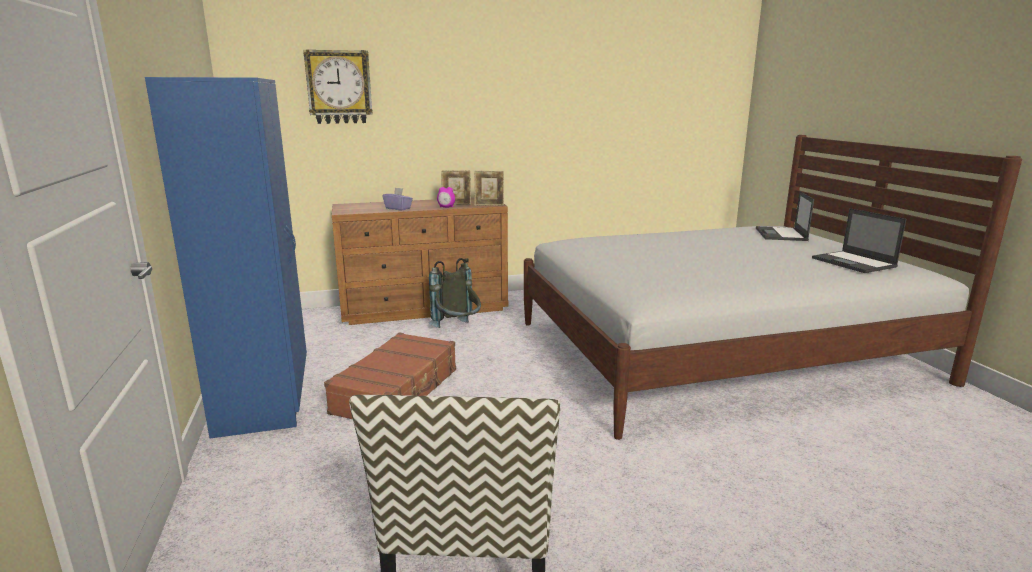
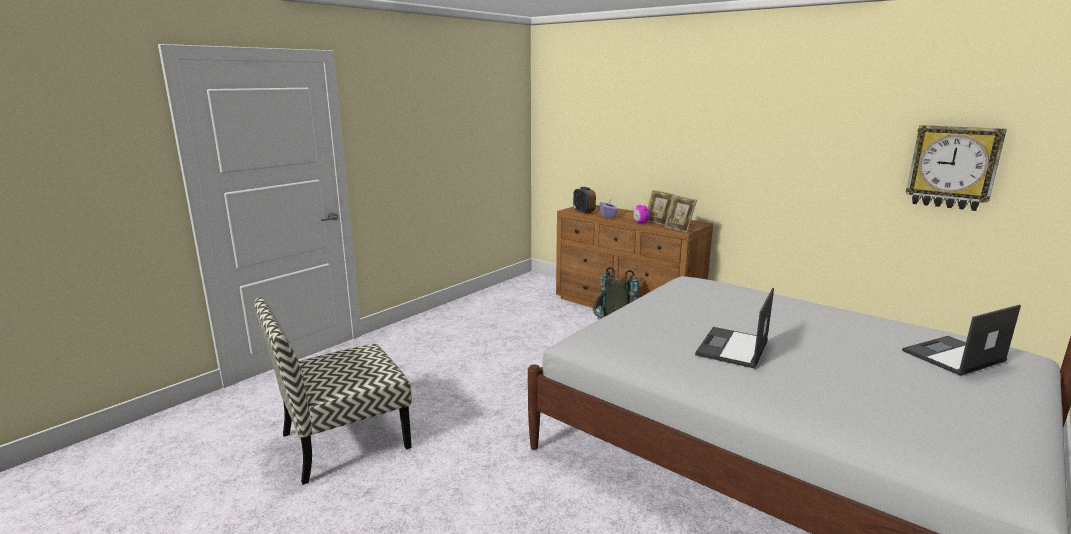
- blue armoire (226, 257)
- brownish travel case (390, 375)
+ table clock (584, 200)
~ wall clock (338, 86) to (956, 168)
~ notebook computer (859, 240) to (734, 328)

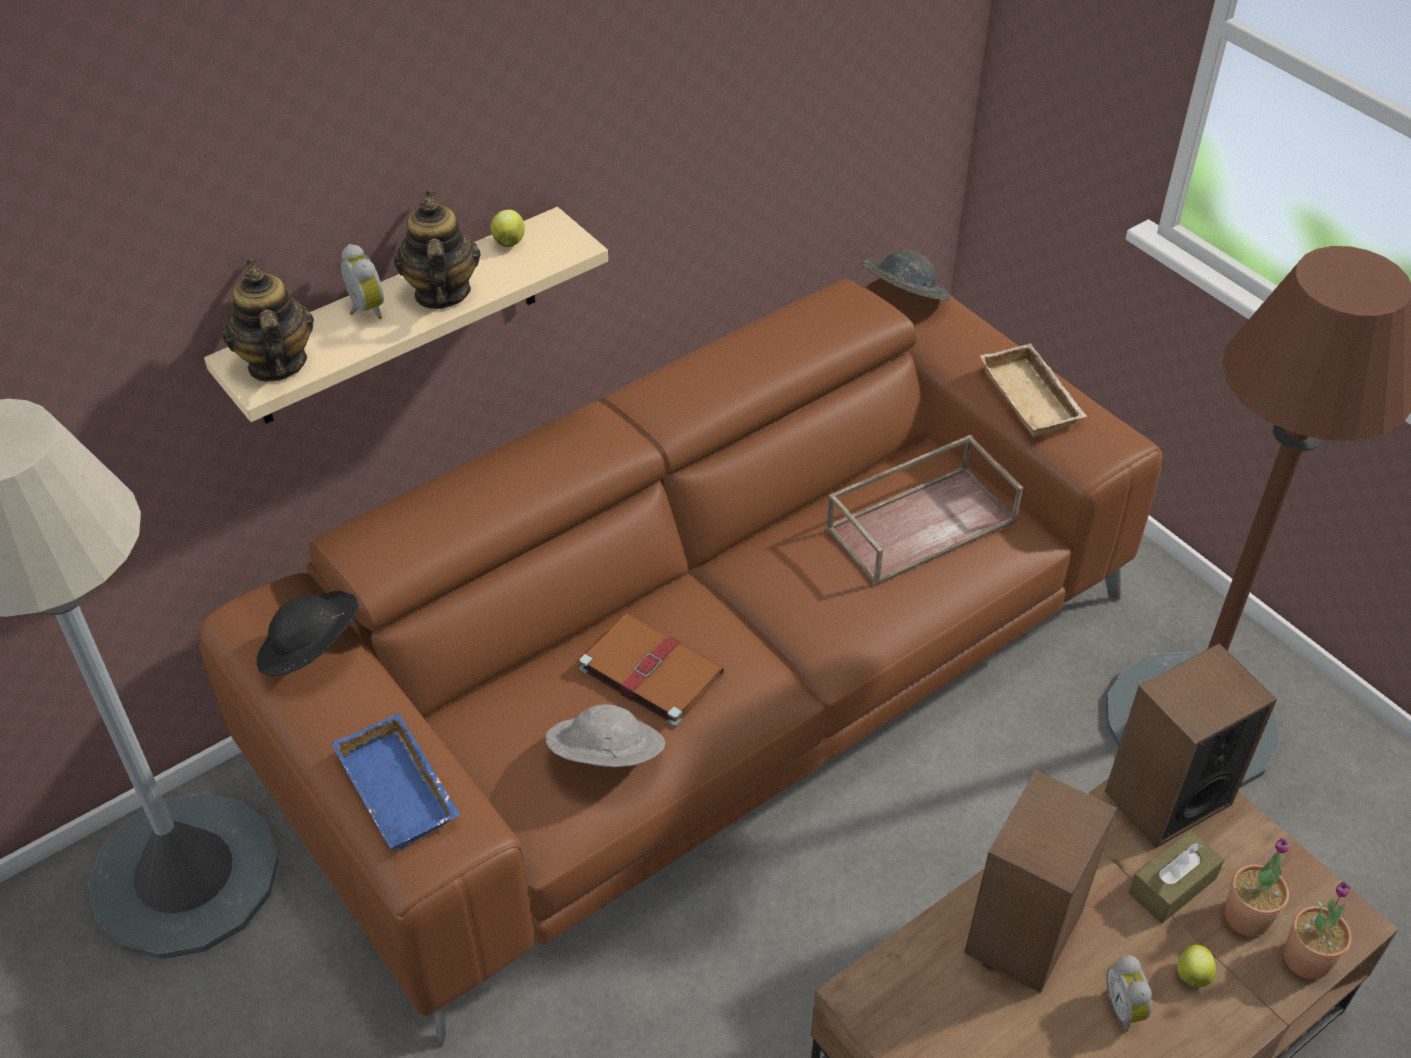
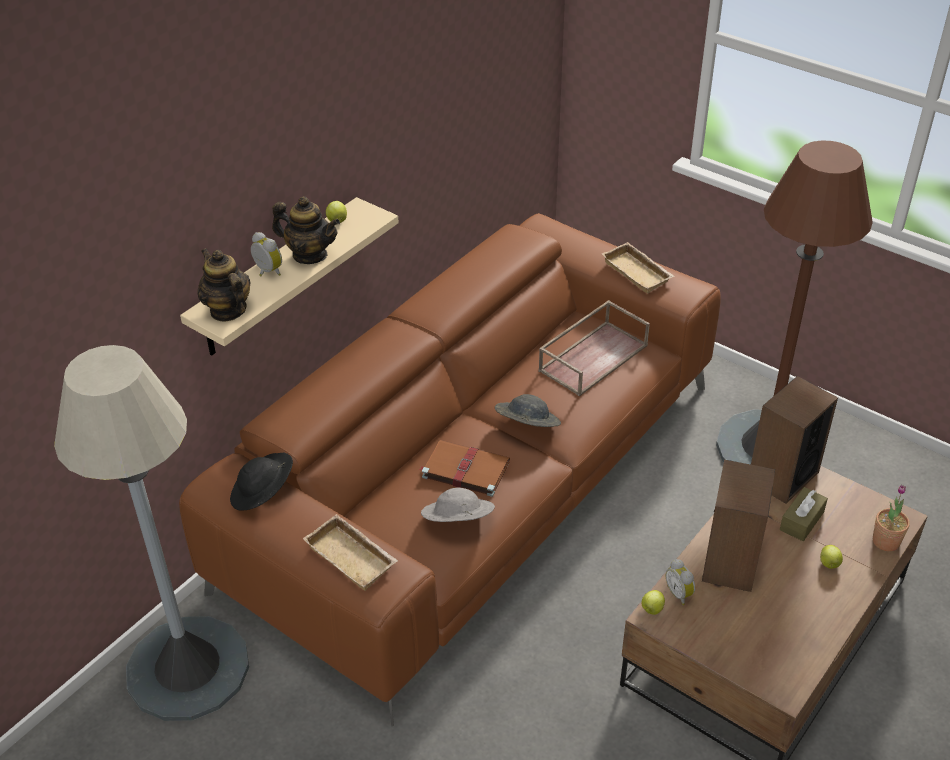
- houseplant (1256, 887)
+ apple (653, 602)
~ gray hat (906, 275) to (528, 410)
~ table clock (1129, 993) to (680, 582)
~ blue tray (395, 782) to beige-coloured tray (350, 552)
~ tea pot (437, 250) = (306, 230) 135 degrees clockwise

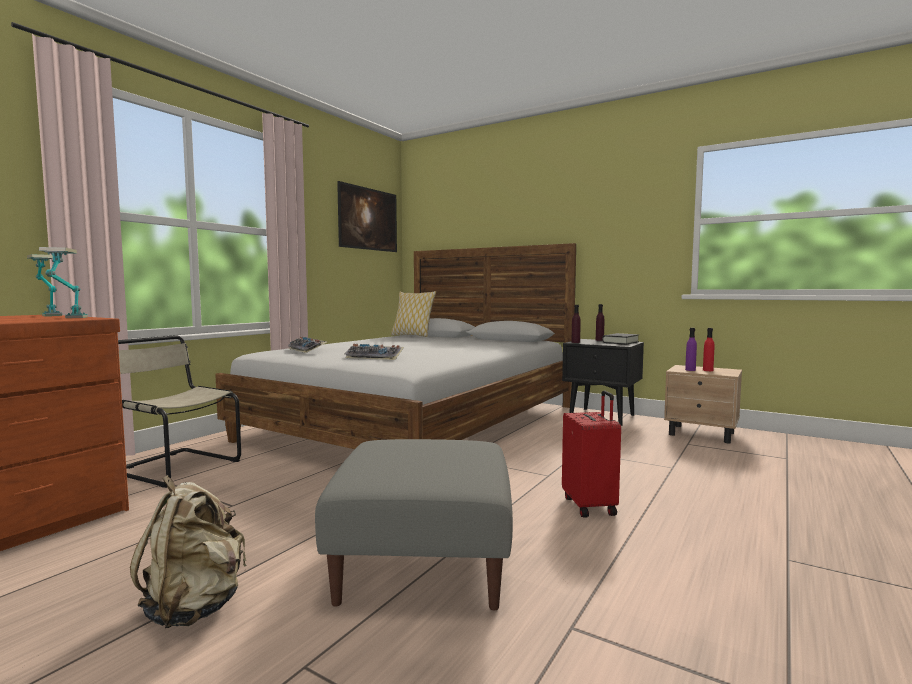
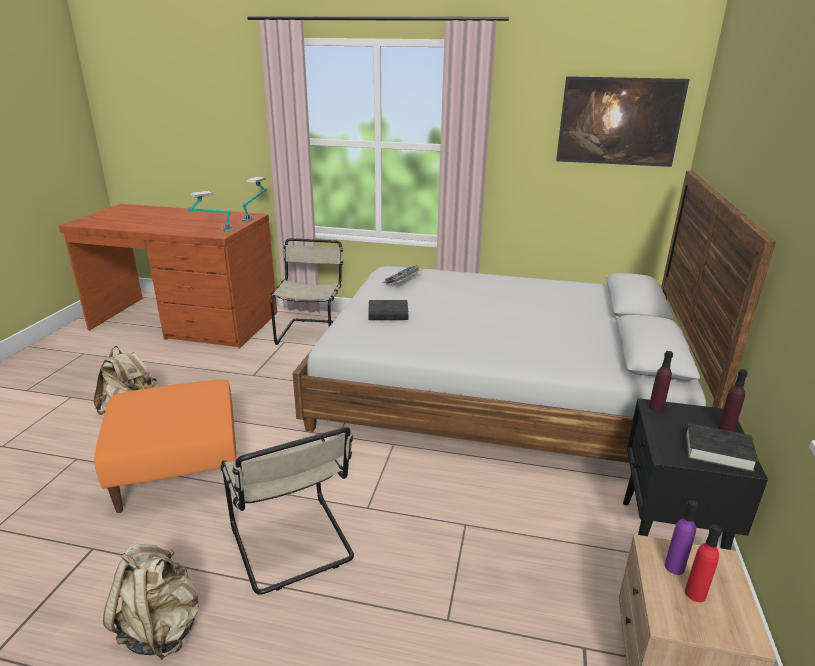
- throw pillow (413, 314)
+ beige-coloured knapsack (151, 602)
~ computer keyboard (374, 352) to black-coloured volume (388, 310)
~ reddish travel case (591, 454) to beige-coloured upright chair (287, 511)
~ gray pouffe (414, 524) to orange pouffe (165, 446)

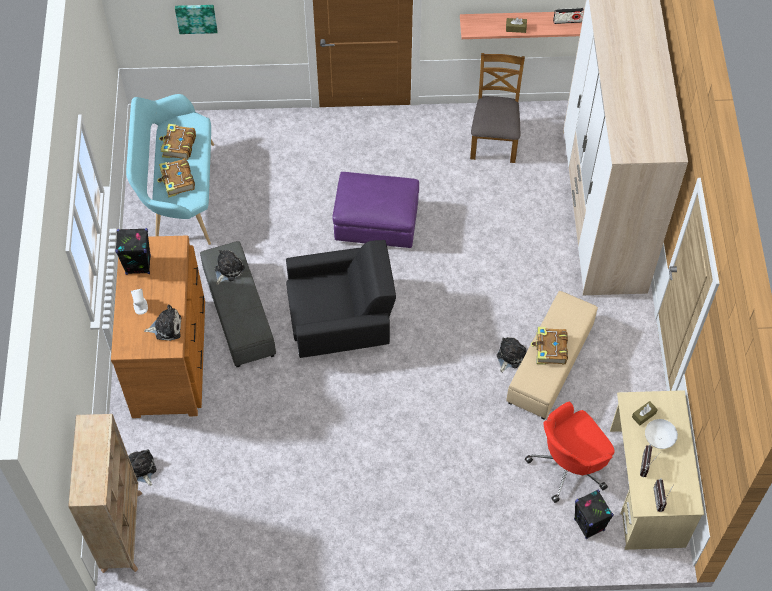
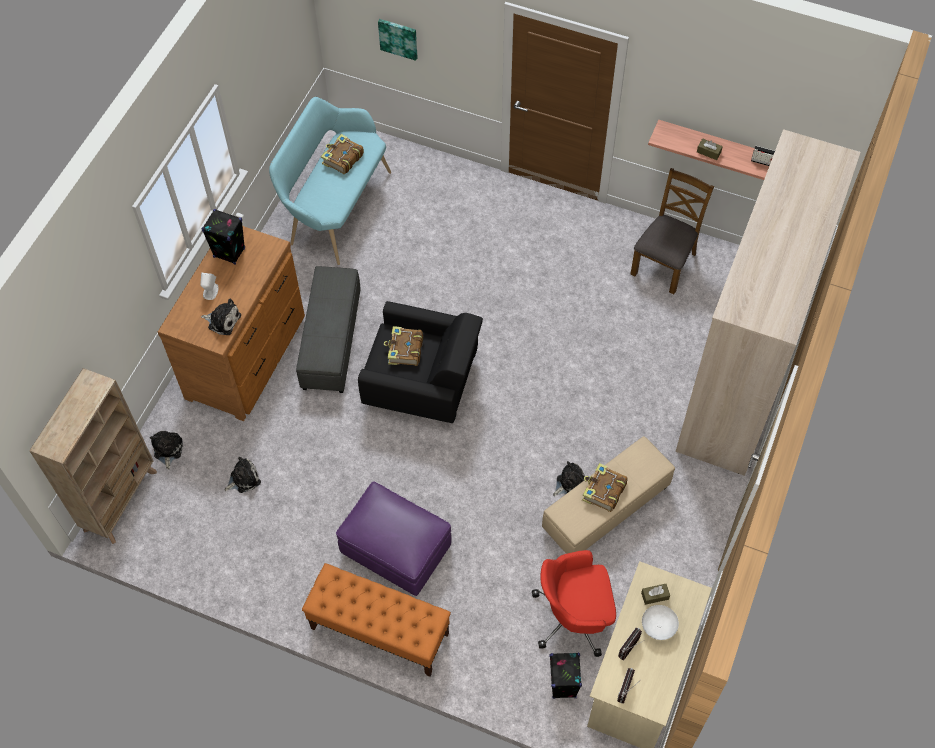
+ orange long seat (376, 620)
~ volume (176, 178) to (403, 346)
~ cuddly toy (230, 267) to (242, 475)
~ purplish pouffe (376, 210) to (394, 538)

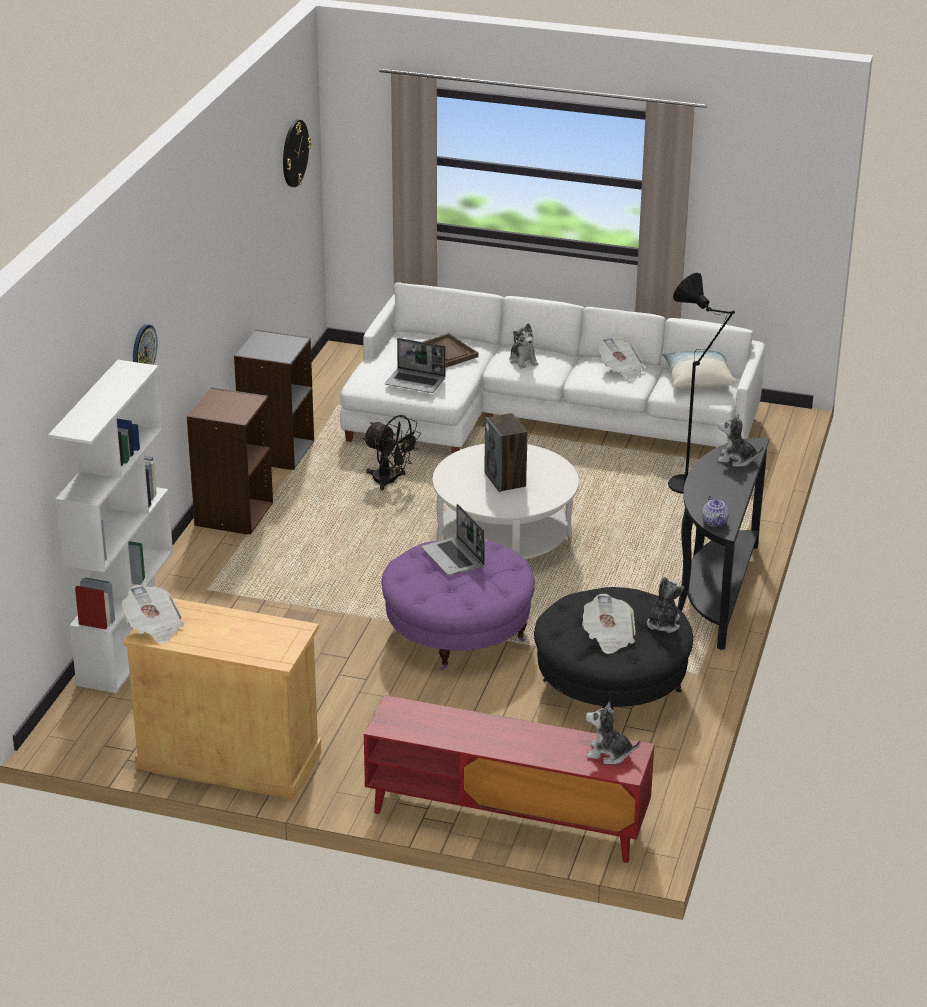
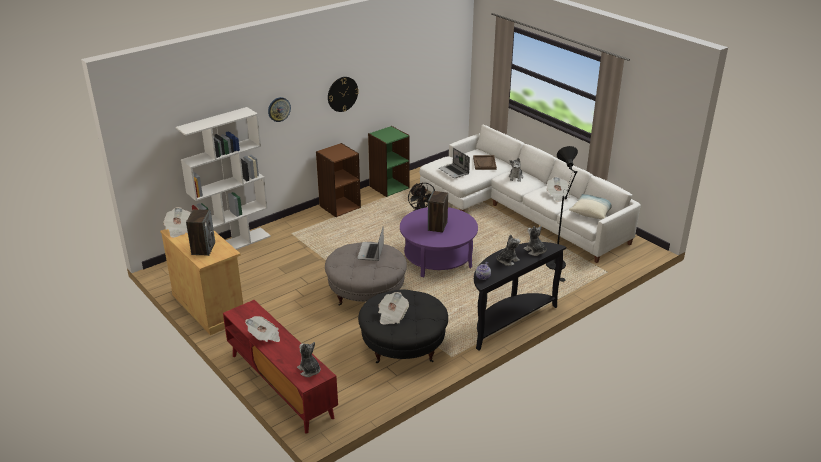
+ audio speaker (200, 232)
+ printed paper (262, 329)
~ wall clock (297, 153) to (343, 94)
~ cuddly toy (665, 605) to (508, 250)
~ gray bookshelf (274, 400) to green-coloured bookshelf (389, 161)
~ purplish pouffe (458, 605) to gray pouffe (366, 274)
~ whitish coffee table (505, 501) to purplish coffee table (439, 242)

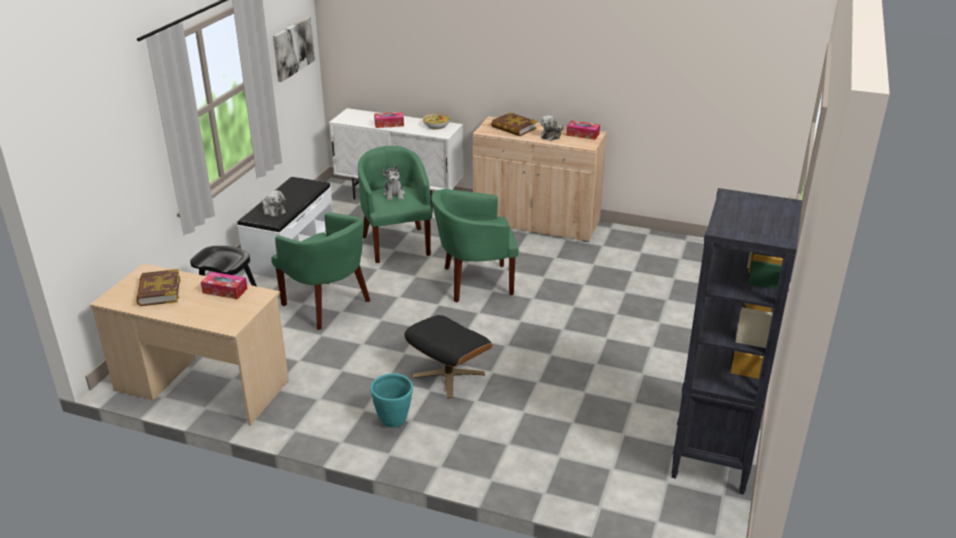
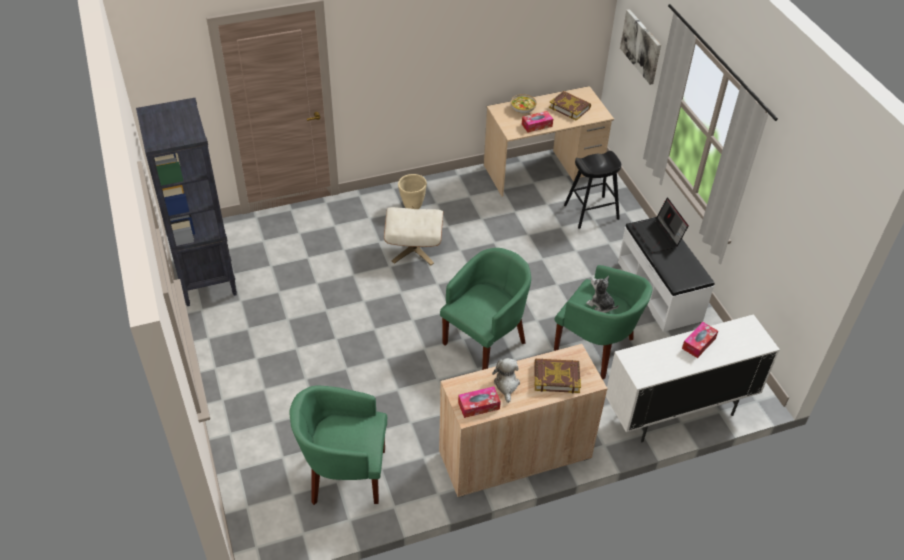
~ green-coloured armchair (320, 271) to (338, 445)
~ wall art (294, 49) to (640, 47)
~ deep dish (436, 121) to (524, 104)
~ cuddly toy (274, 203) to notebook computer (660, 225)
~ blue-green flower pot (391, 400) to beige-coloured flower pot (412, 191)
~ black-coloured pouffe (448, 356) to beige-coloured pouffe (413, 236)

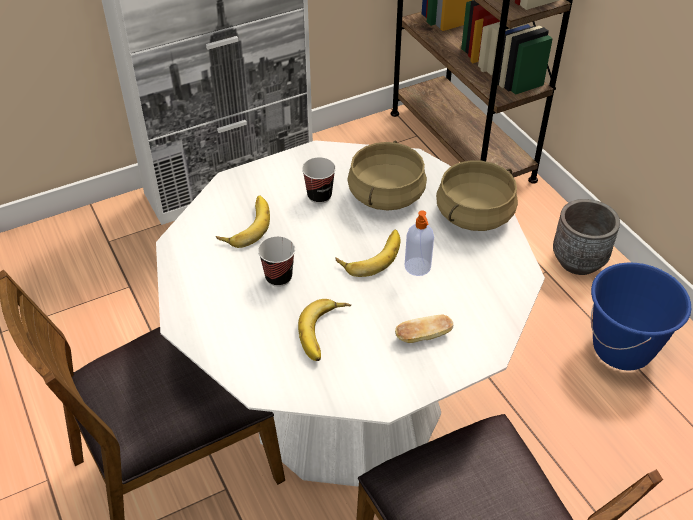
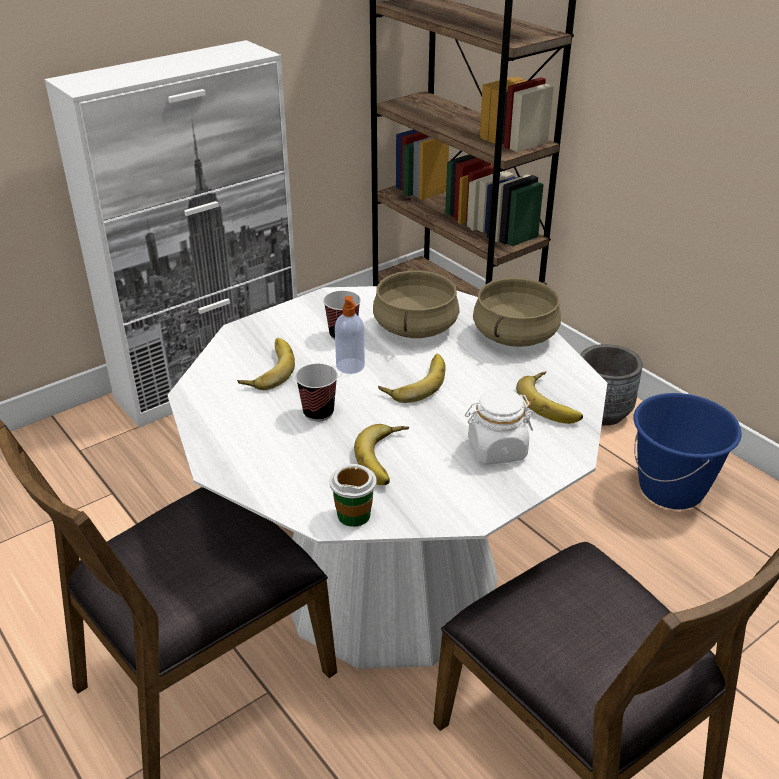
+ cup (353, 495)
+ banana (549, 397)
~ soap dispenser (419, 243) to (350, 335)
~ baked bread (424, 328) to whitish preserve jar (499, 426)

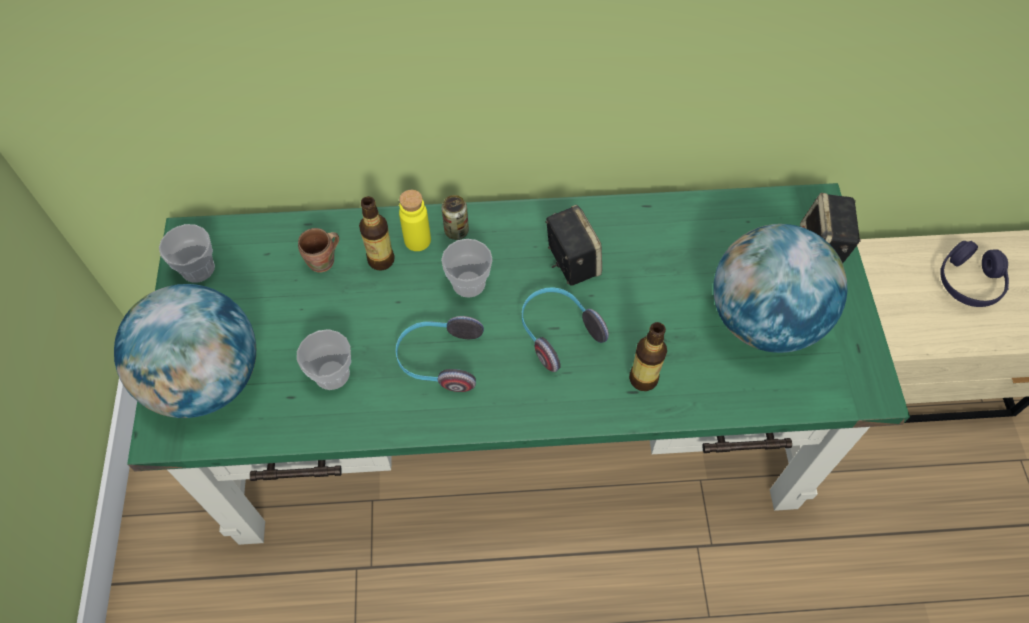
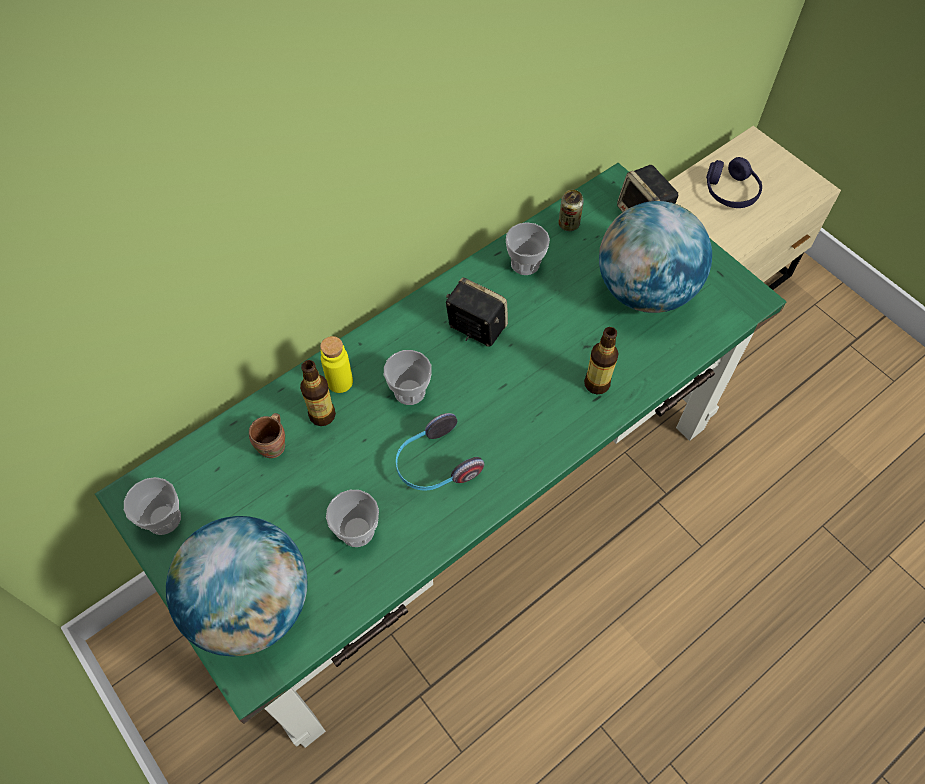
- headphones (565, 330)
+ cup (528, 248)
~ sealed can (455, 217) to (571, 210)

